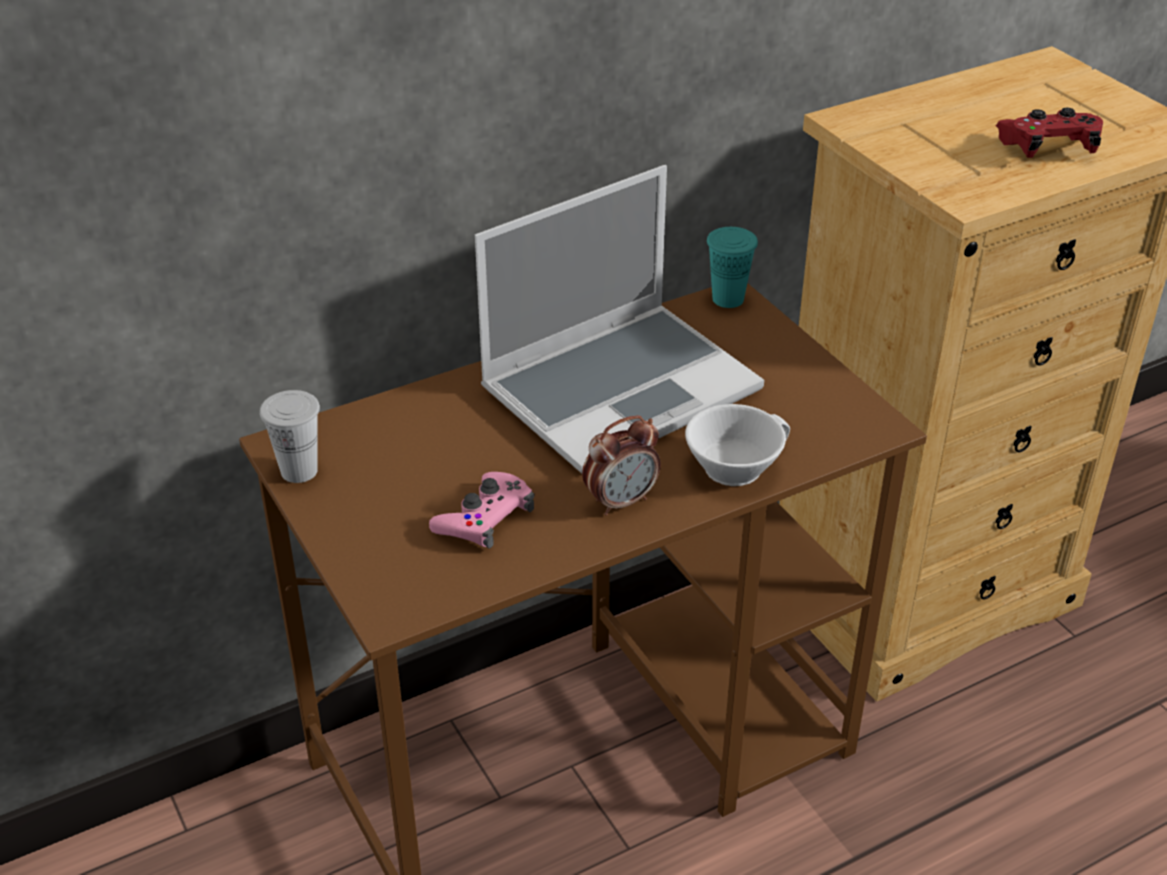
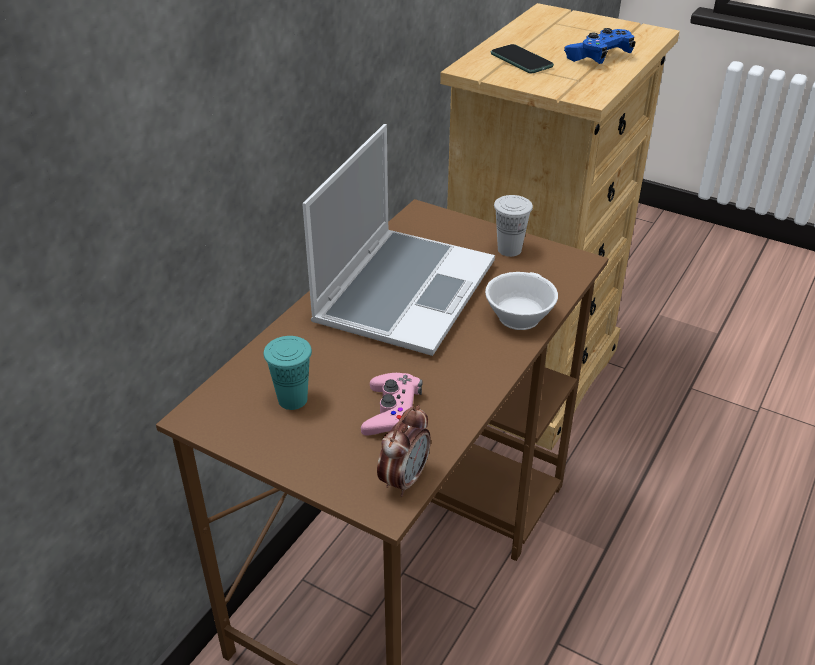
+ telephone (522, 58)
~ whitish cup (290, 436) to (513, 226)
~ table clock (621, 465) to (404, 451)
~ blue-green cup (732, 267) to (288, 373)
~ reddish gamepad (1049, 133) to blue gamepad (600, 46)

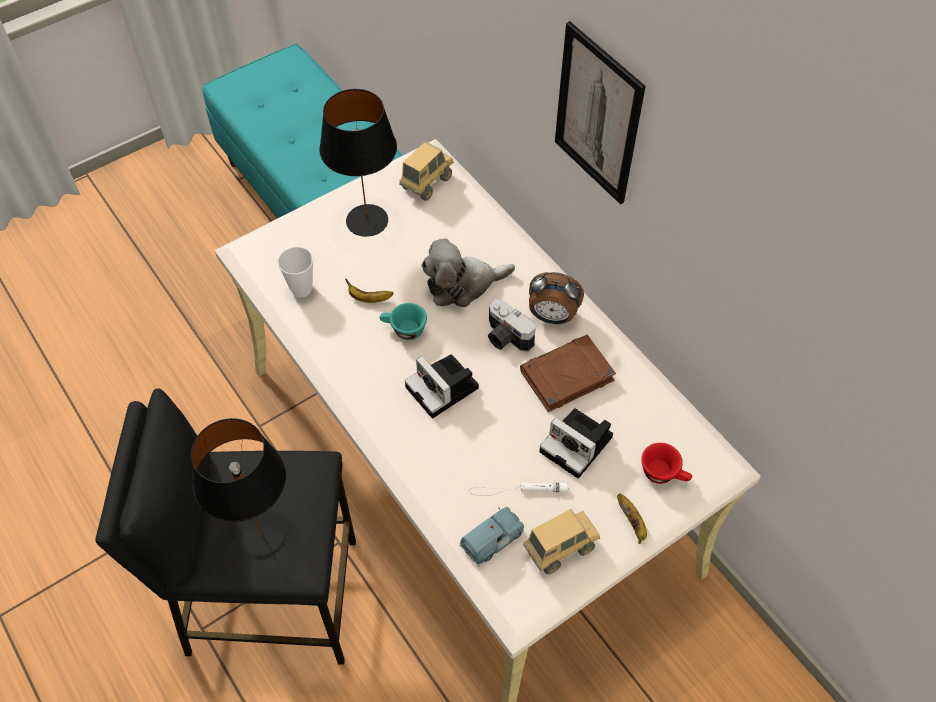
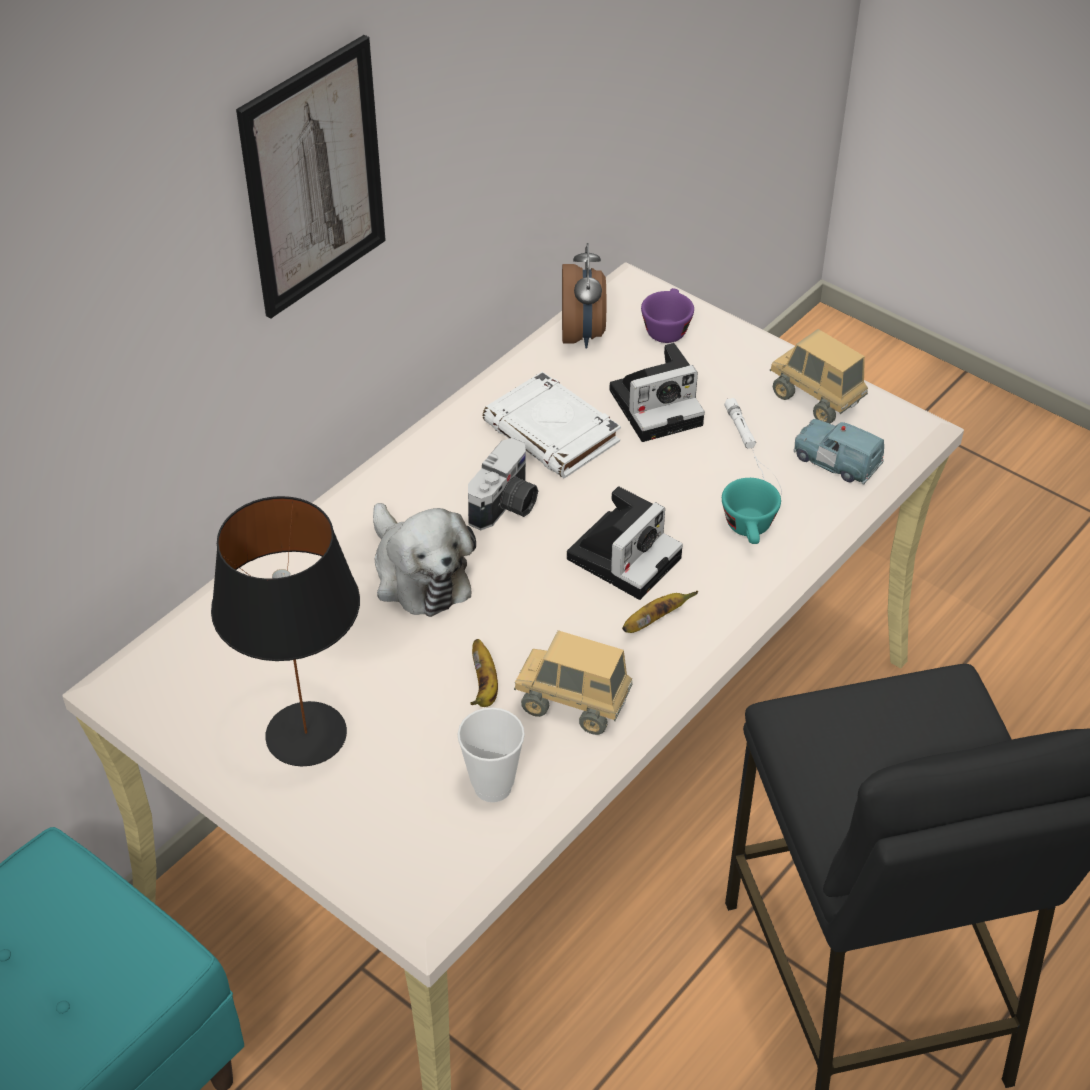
- black-coloured table lamp (238, 487)
~ blue-green cup (403, 321) to (751, 511)
~ toy truck (426, 171) to (573, 682)
~ table clock (556, 298) to (584, 295)
~ banana (632, 518) to (660, 612)
~ brownish volume (568, 373) to whitish volume (552, 425)
~ reddish cup (666, 463) to purplish cup (667, 315)
~ photo camera (576, 443) = (657, 392) 45 degrees clockwise

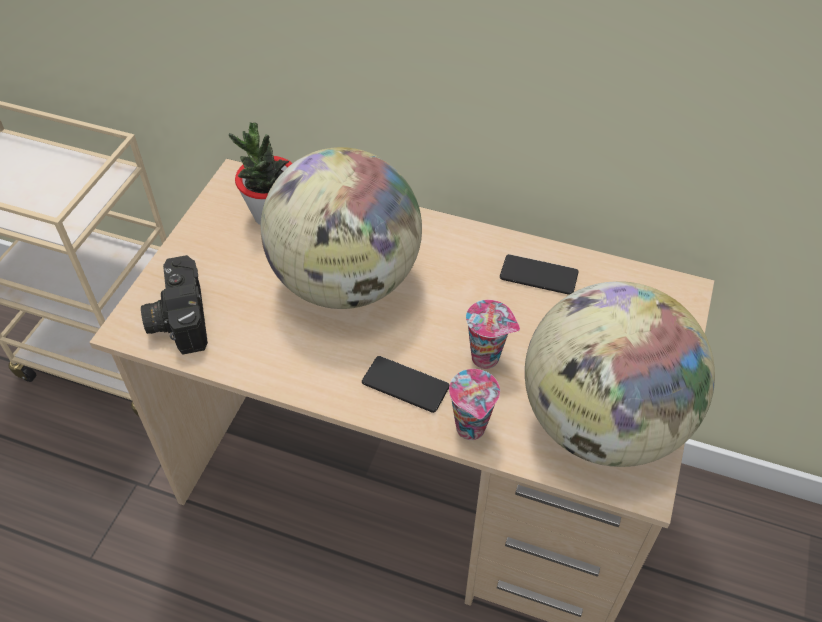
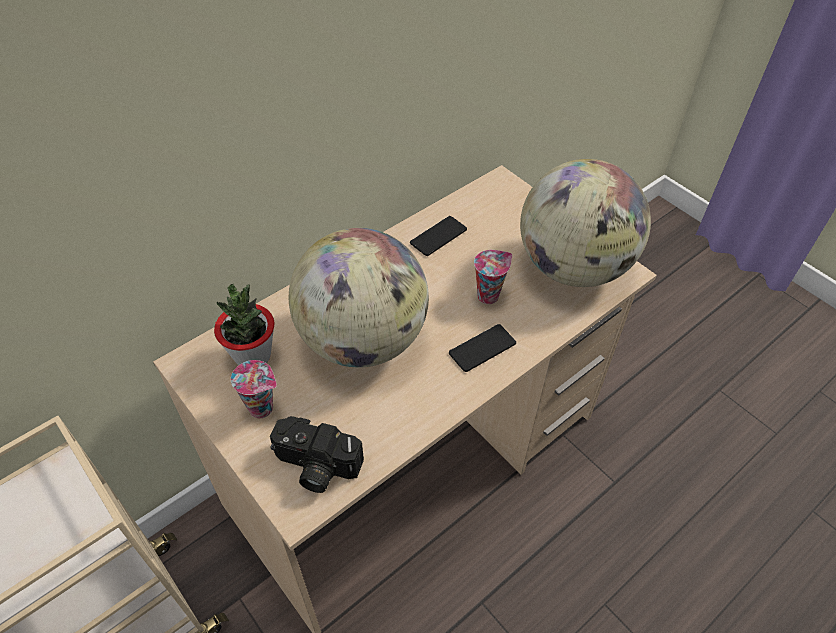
~ cup (474, 404) to (254, 389)

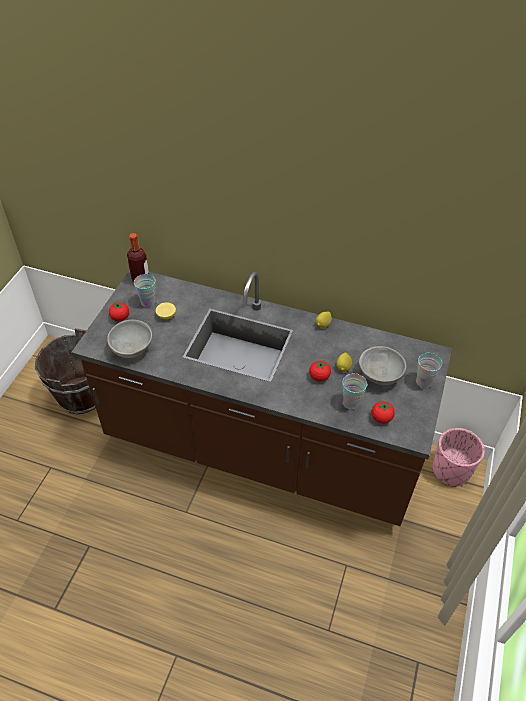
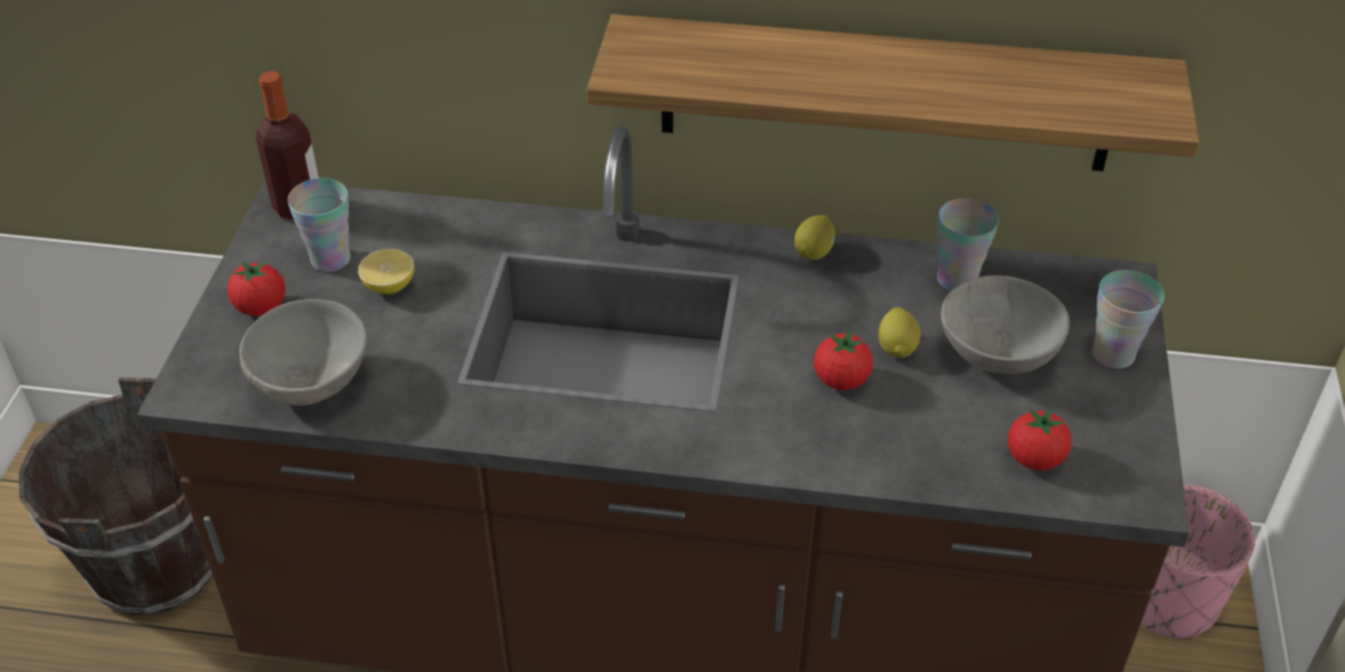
+ bracket shelf (893, 92)
~ cup (354, 391) to (968, 244)

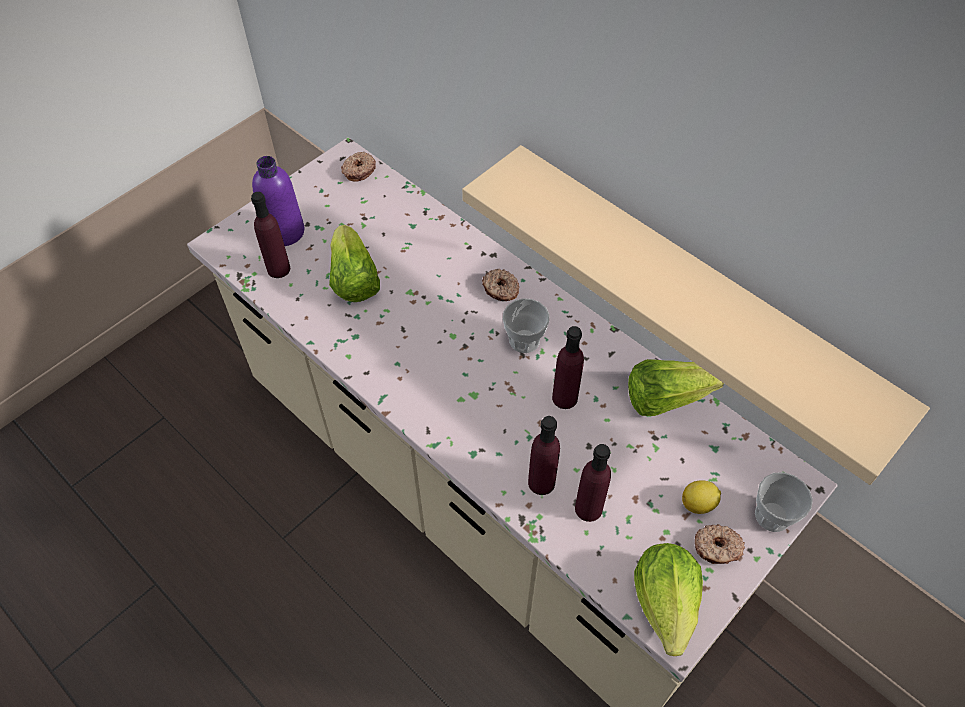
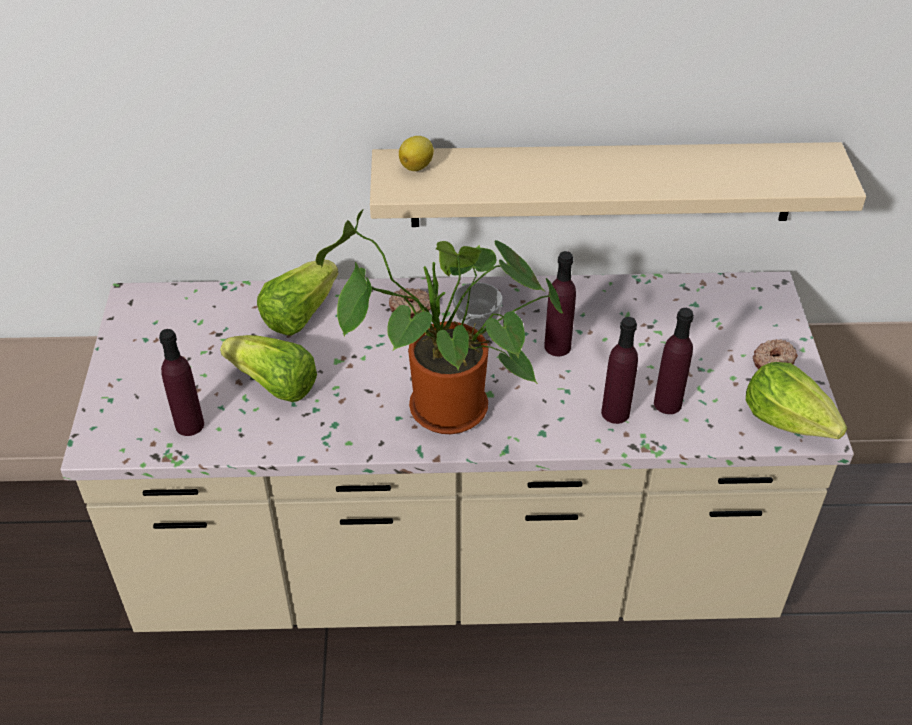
- purplish beverage bottle (278, 201)
- ring doughnut (358, 167)
- cup (784, 502)
+ houseplant (439, 321)
~ lettuce (676, 387) to (297, 298)
~ citrus fruit (701, 497) to (416, 153)

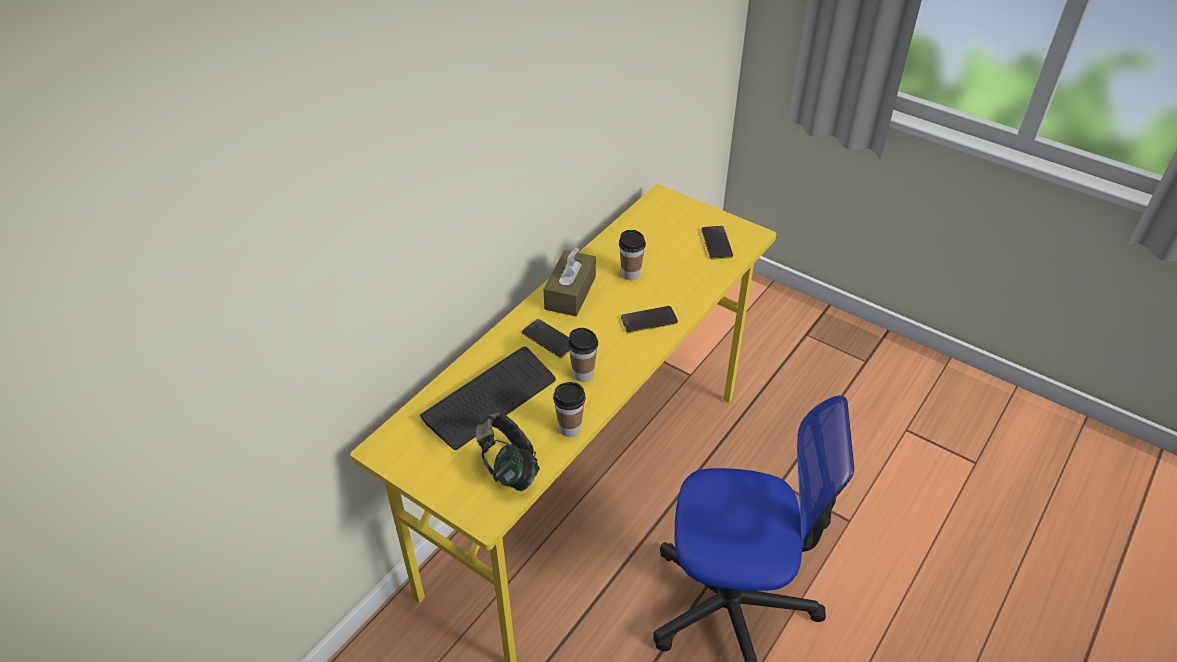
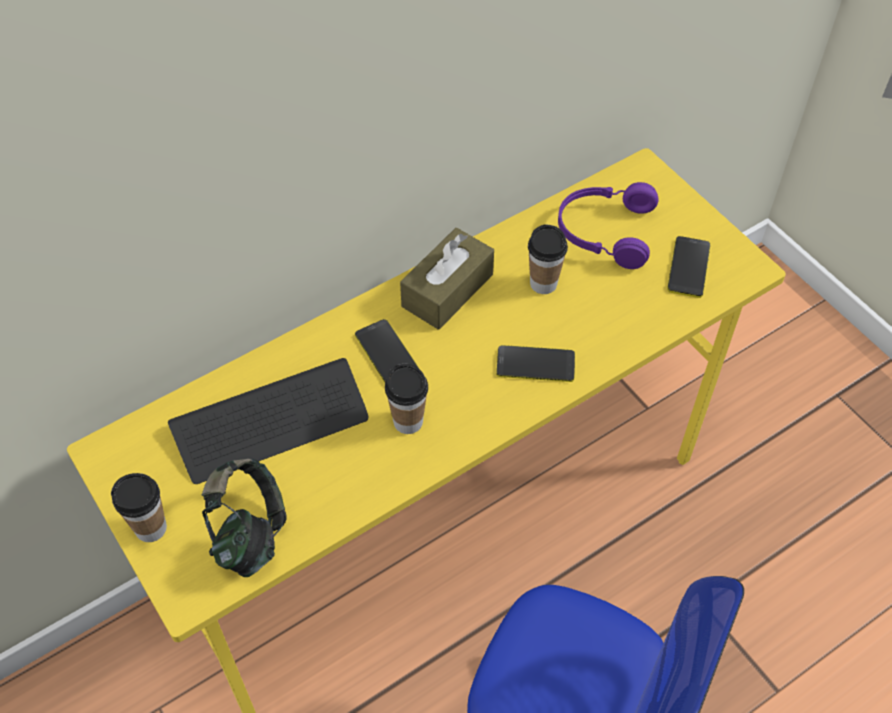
+ purplish headphones (608, 225)
~ cup (569, 409) to (139, 507)

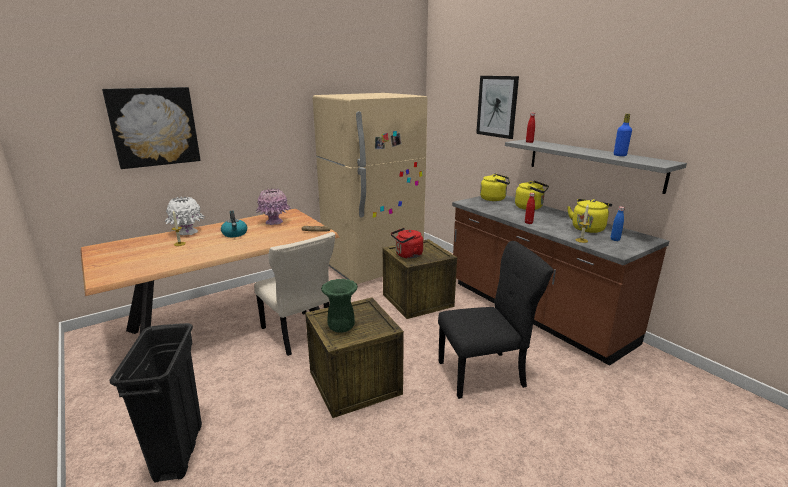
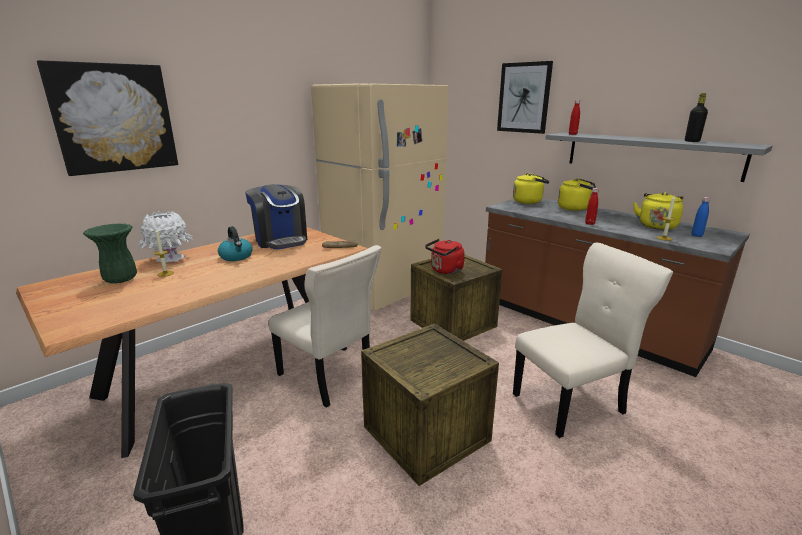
~ green-coloured vase (339, 305) to (110, 253)
~ pink vase (273, 206) to coffee brewer (276, 217)
~ black-coloured upright chair (496, 320) to beige-coloured upright chair (593, 340)
~ blue beverage bottle (623, 135) to black-coloured beverage bottle (696, 117)

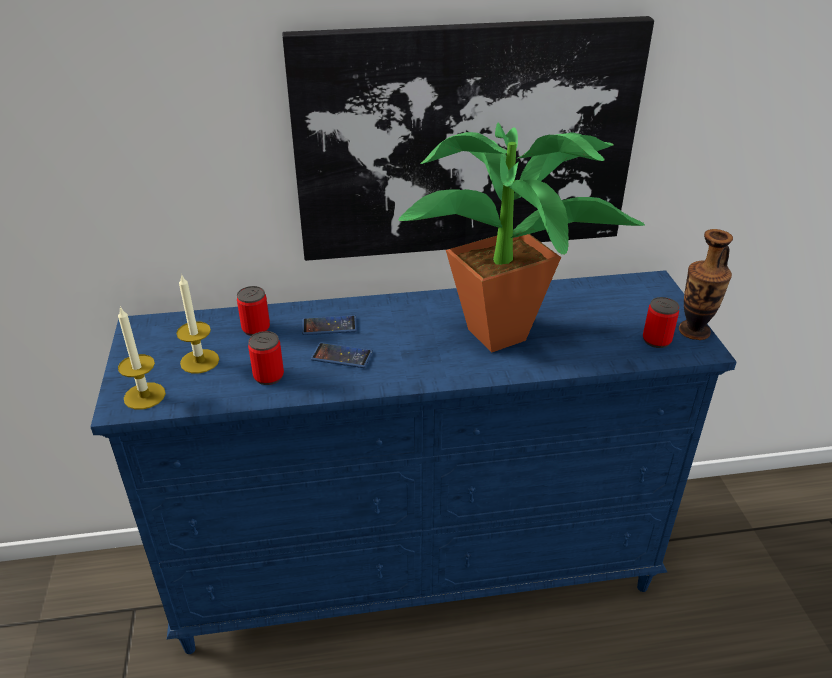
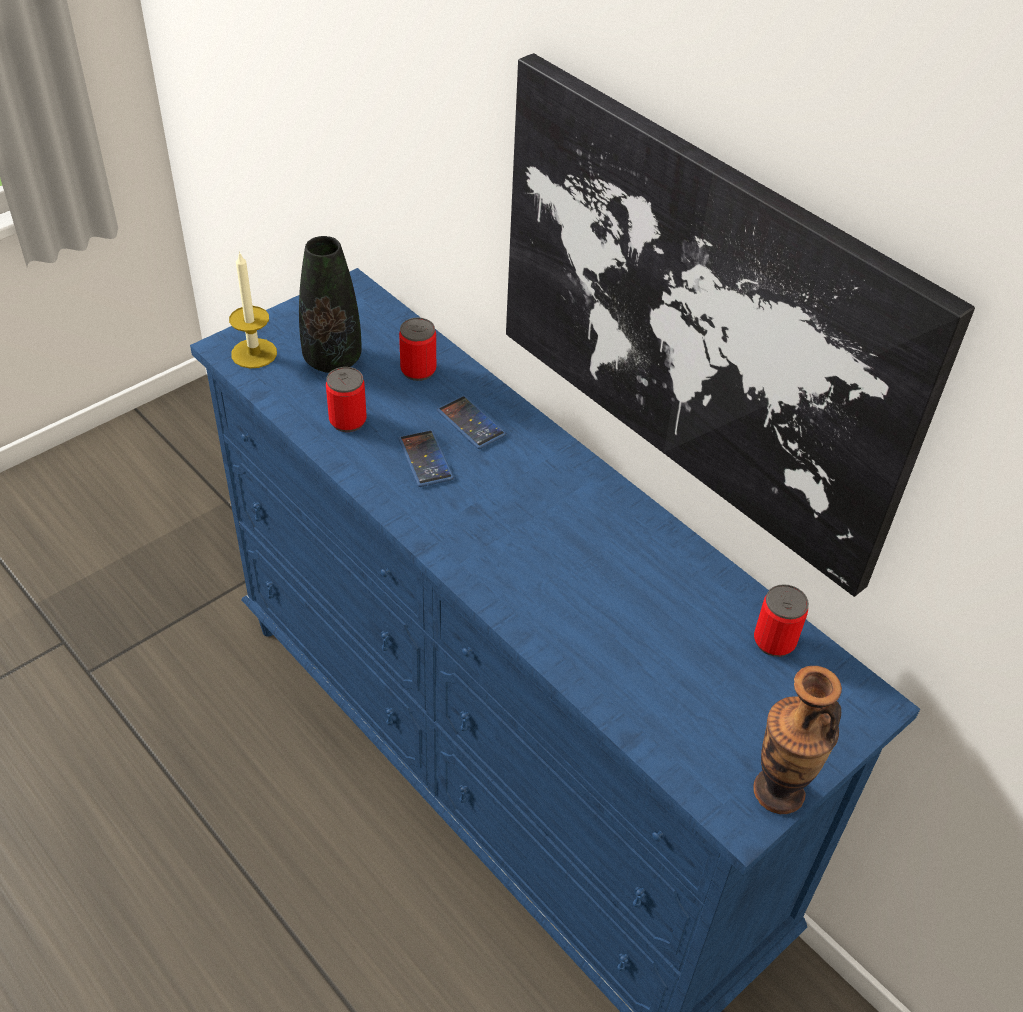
- houseplant (521, 237)
~ sealed can (661, 322) to (781, 620)
~ candle (197, 323) to black-coloured vase (330, 304)

